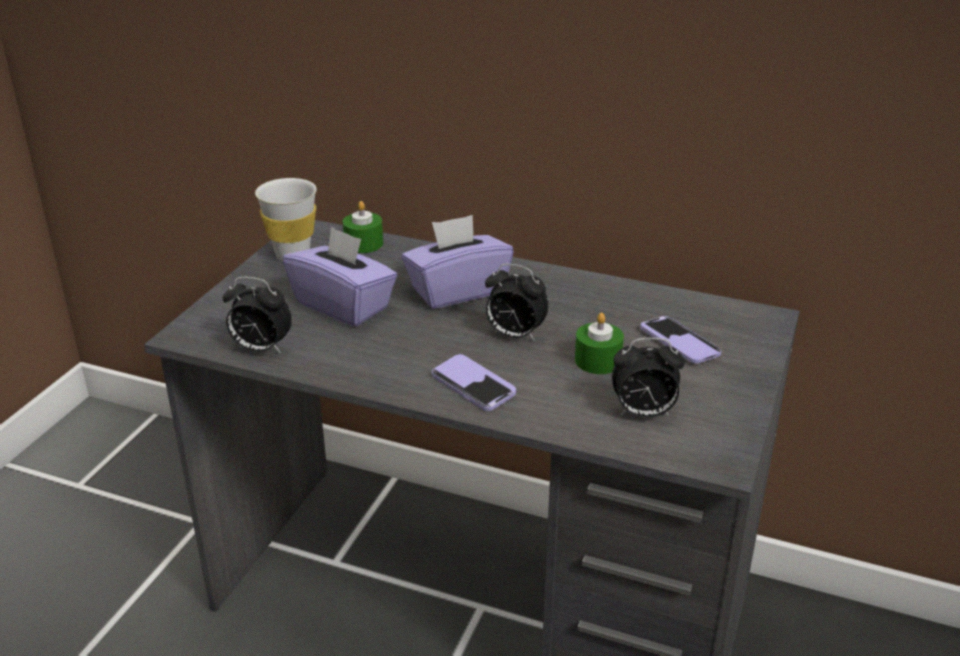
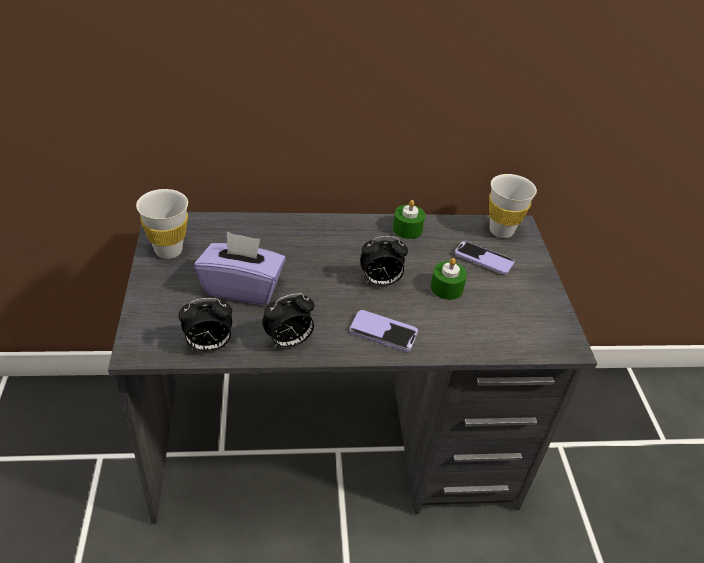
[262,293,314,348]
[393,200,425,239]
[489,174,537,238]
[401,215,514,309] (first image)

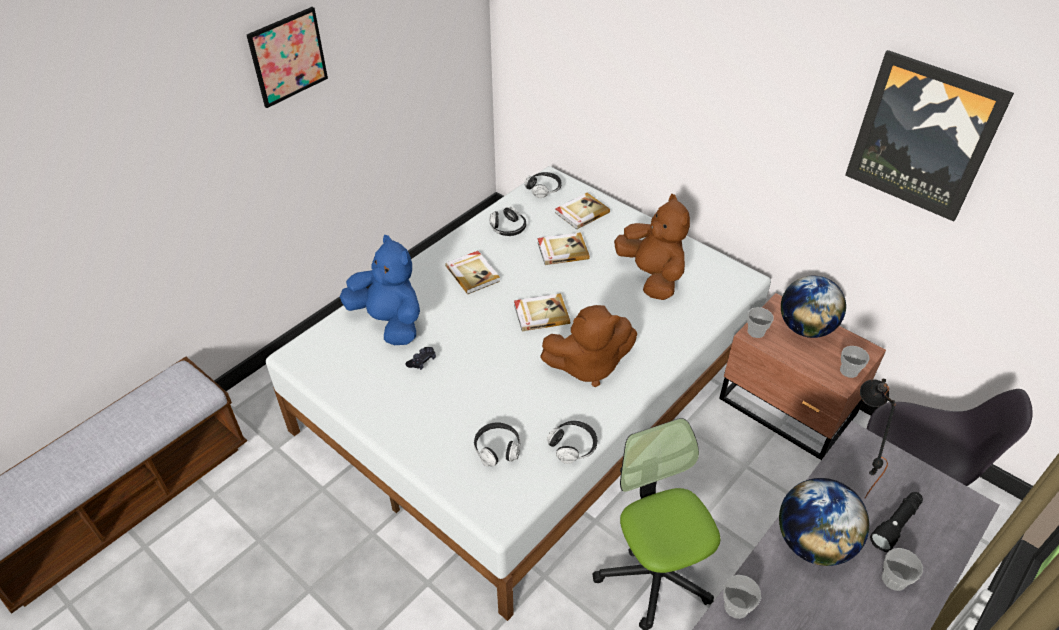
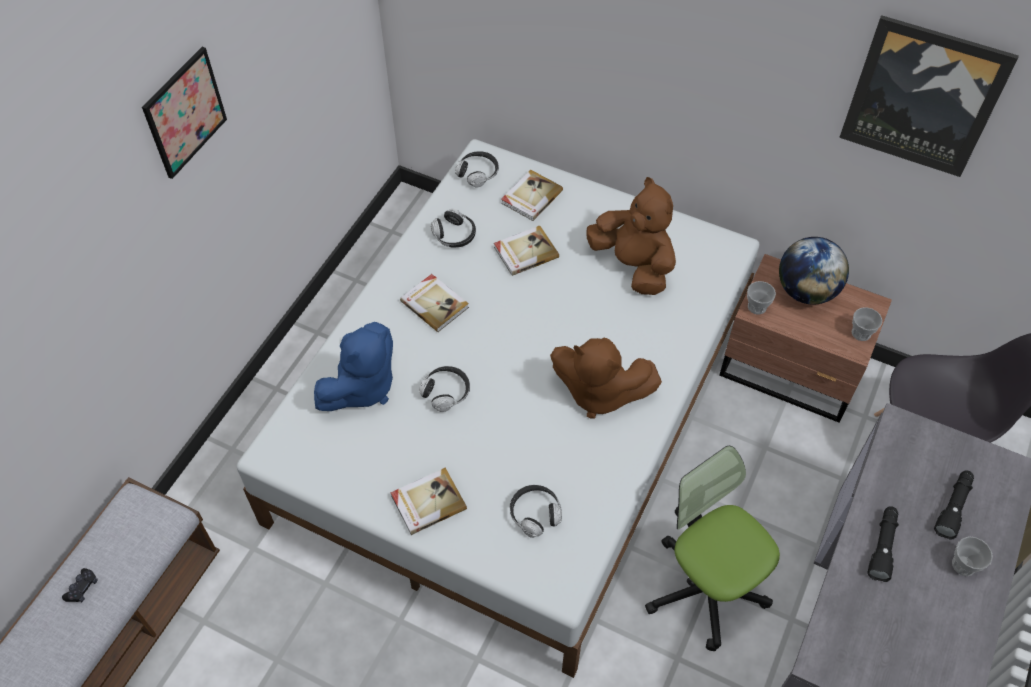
[62,568,98,602]
[314,322,393,411]
[391,468,467,535]
[419,366,470,412]
[550,338,662,419]
[867,506,899,582]
[723,575,761,619] (first image)
[860,379,896,498] (first image)

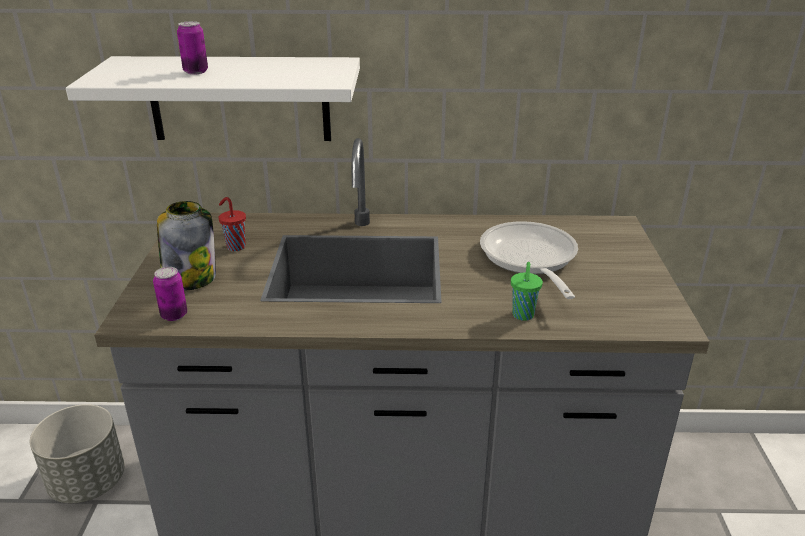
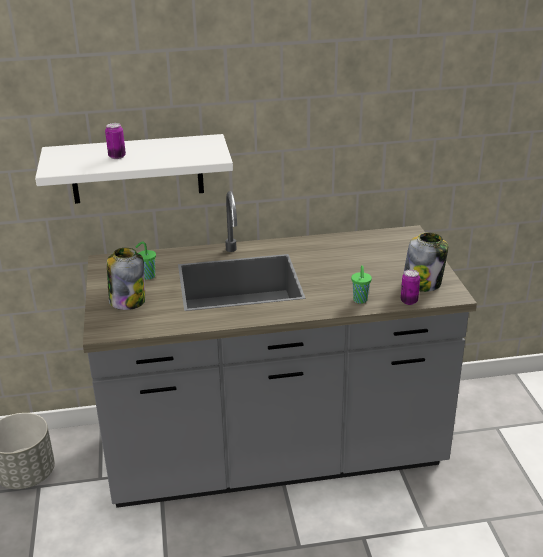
[136,242,156,280]
[401,269,420,305]
[403,232,448,292]
[480,221,578,299] (first image)

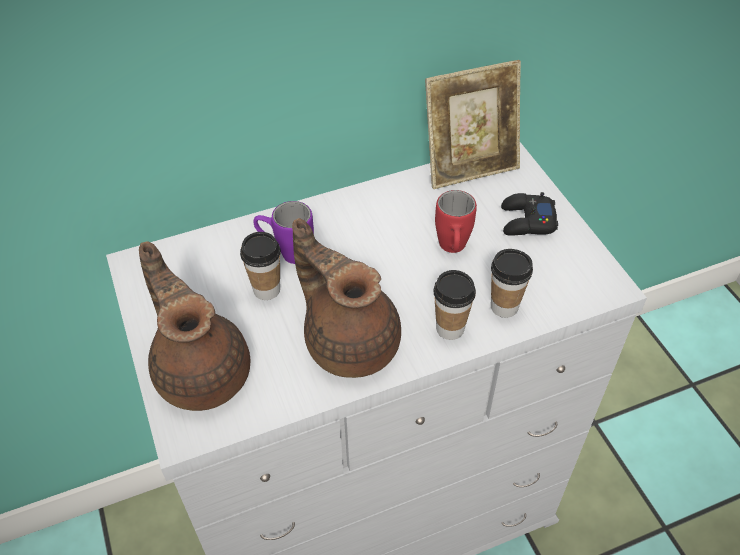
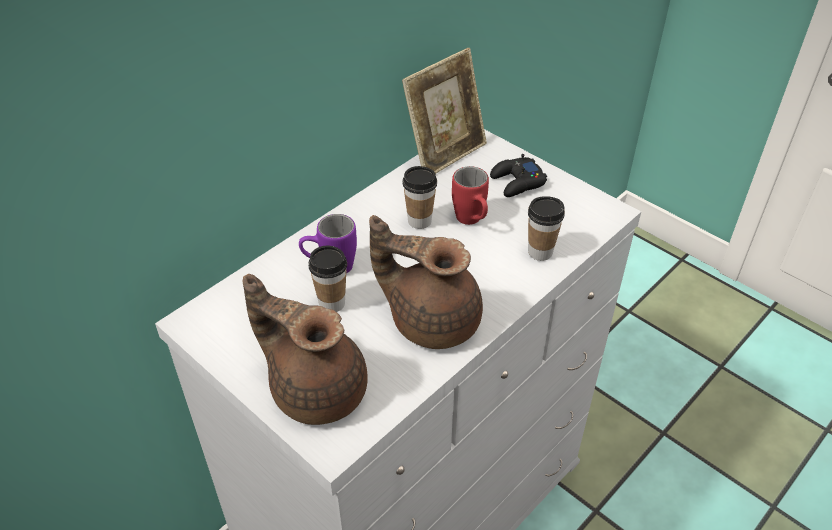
[403,166,437,229]

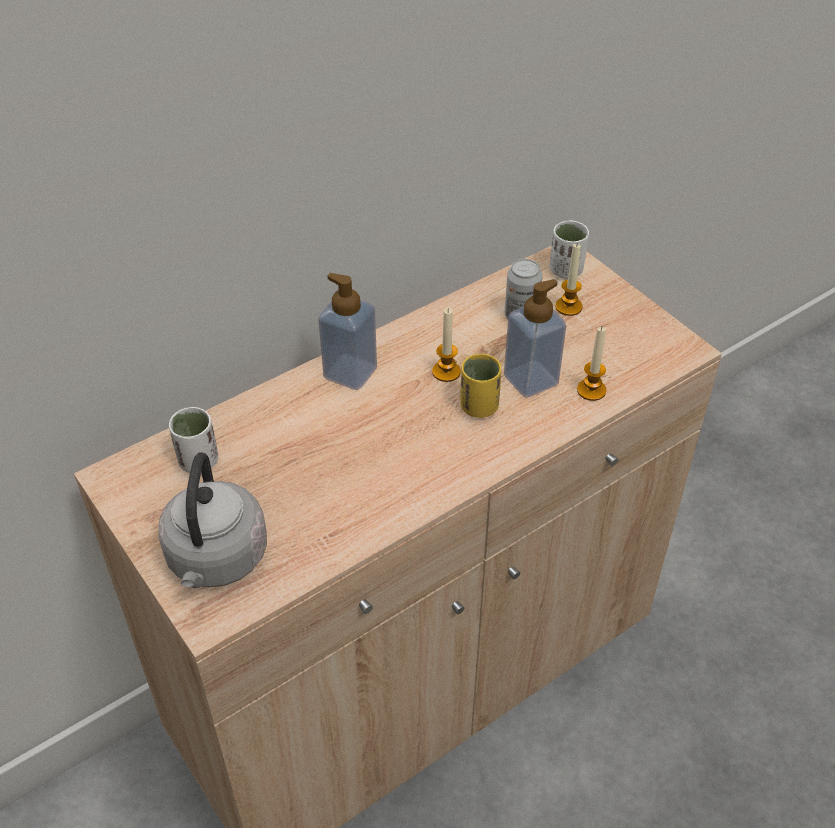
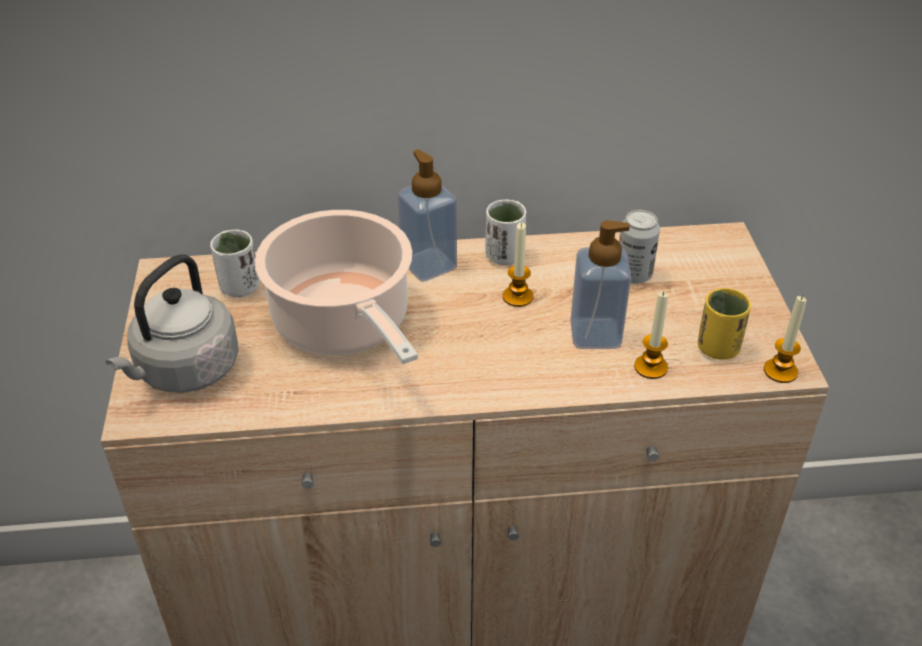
[255,210,418,364]
[485,200,526,265]
[698,288,751,360]
[764,295,807,383]

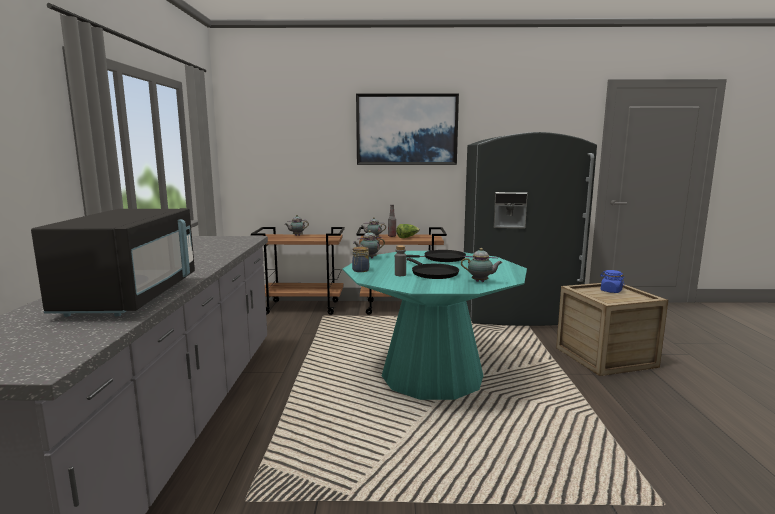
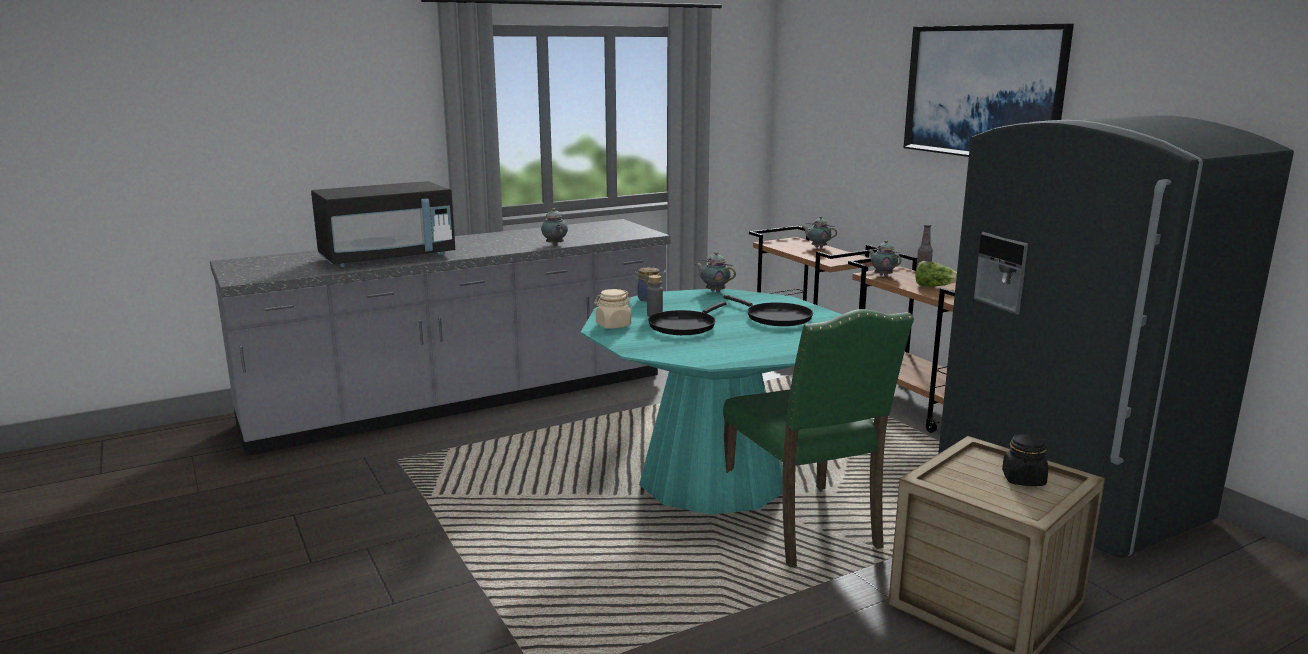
[541,208,568,246]
[594,289,632,329]
[723,309,914,568]
[1002,434,1048,486]

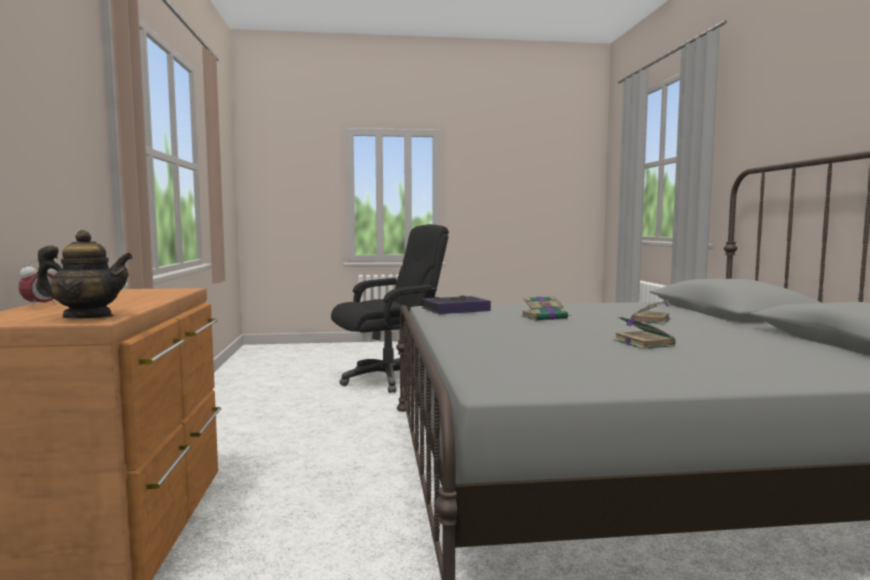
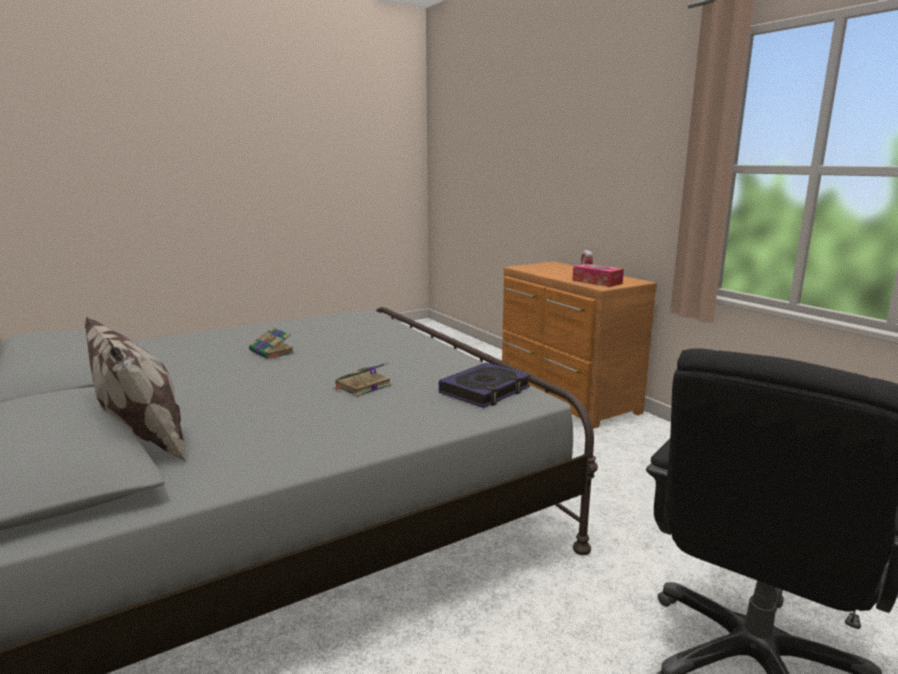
[85,317,187,463]
[572,264,624,287]
[36,230,133,318] (first image)
[631,299,671,325] (first image)

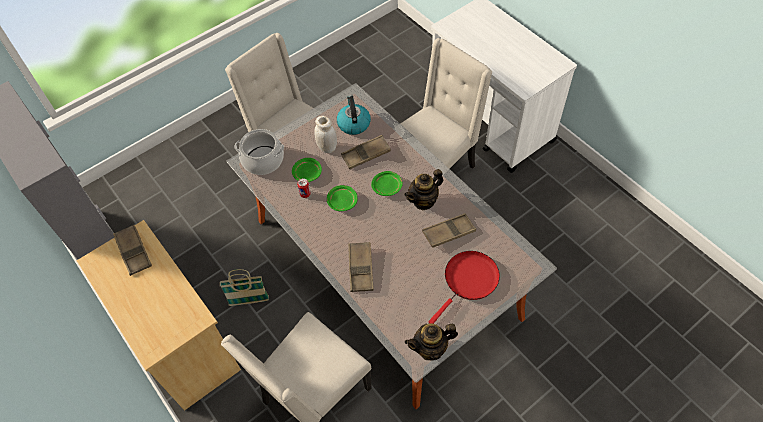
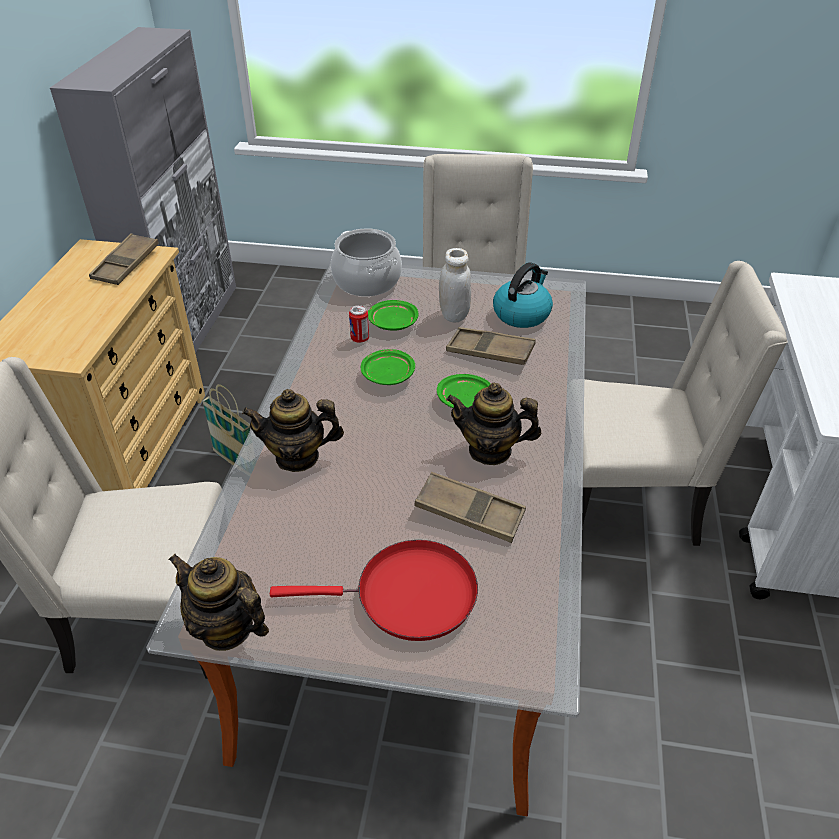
[242,389,344,472]

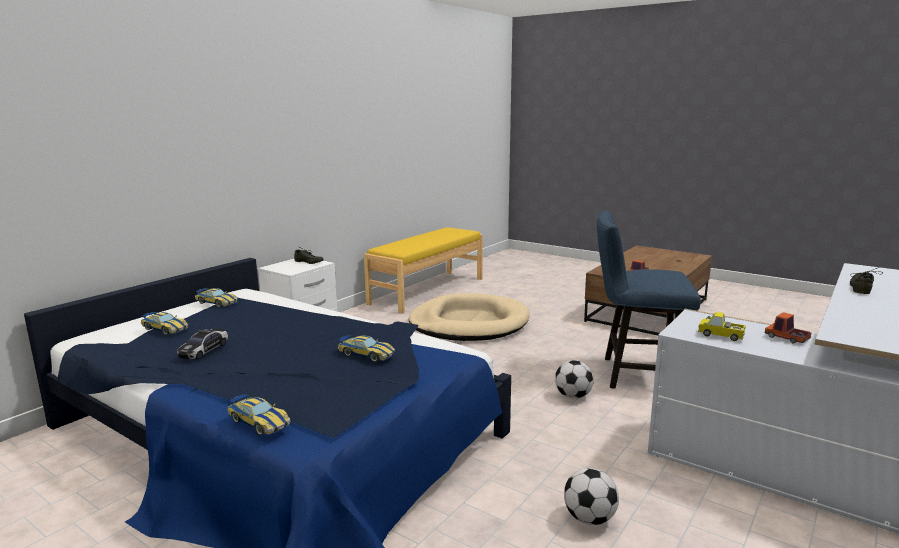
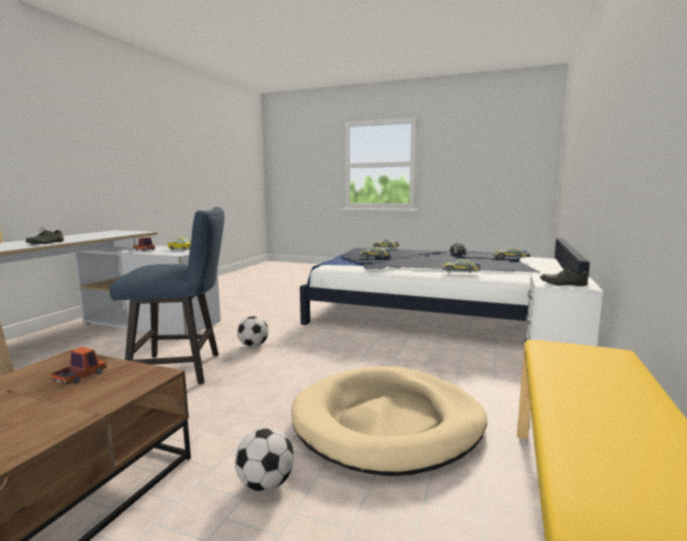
[235,428,294,492]
[441,259,480,273]

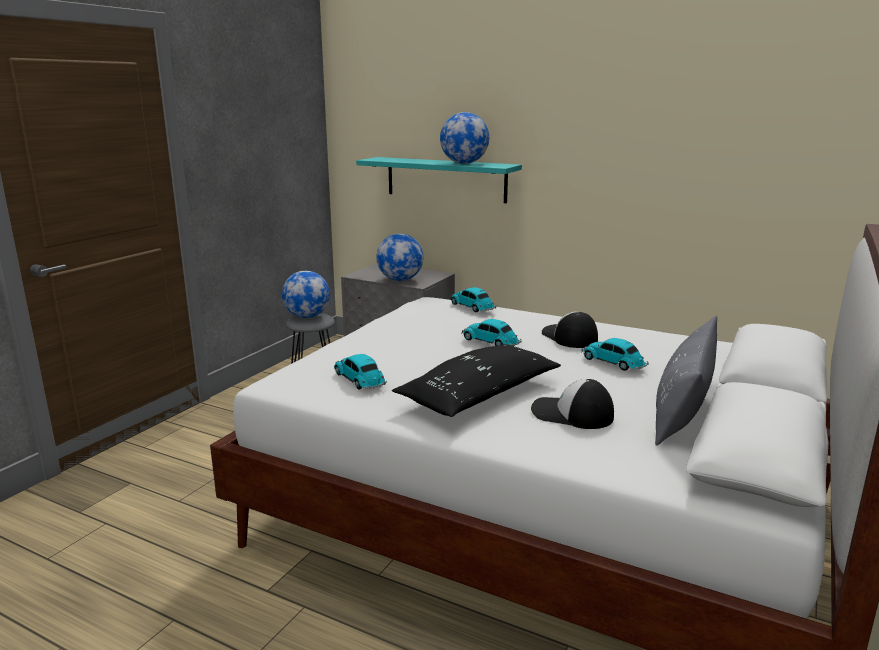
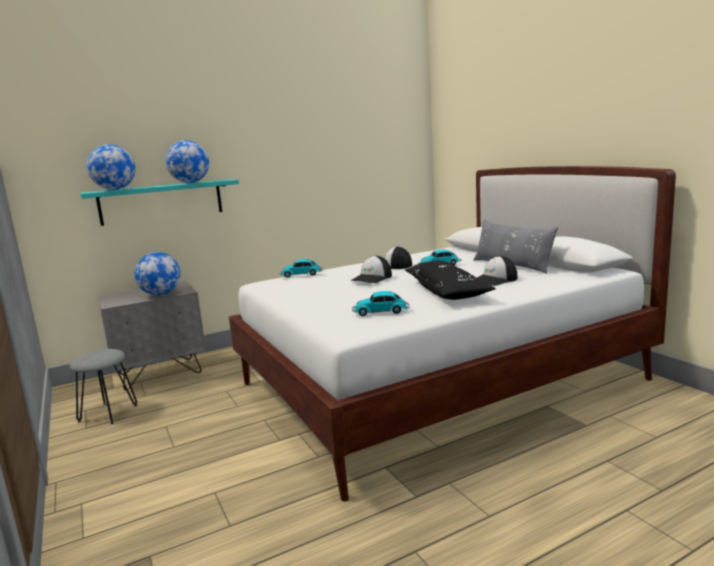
[87,144,135,190]
[351,255,392,283]

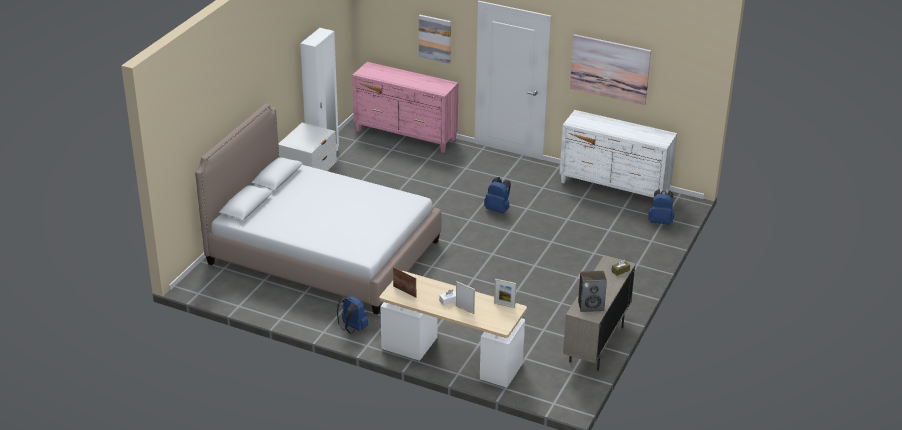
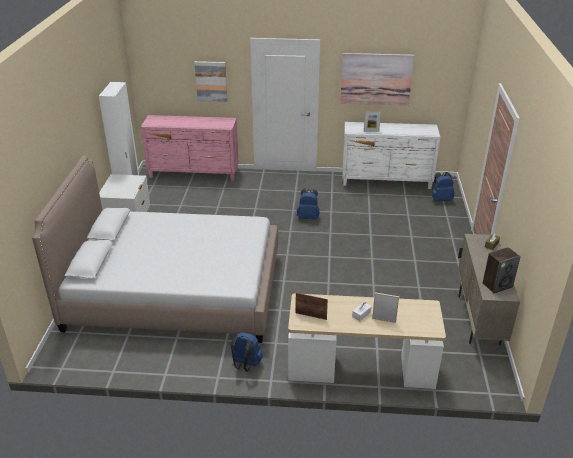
[364,111,381,132]

